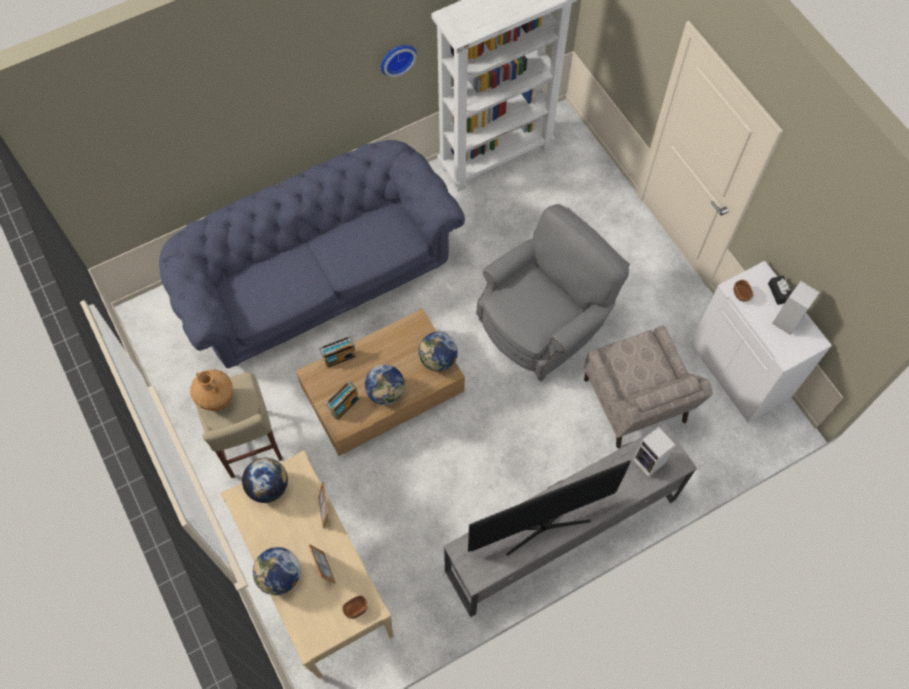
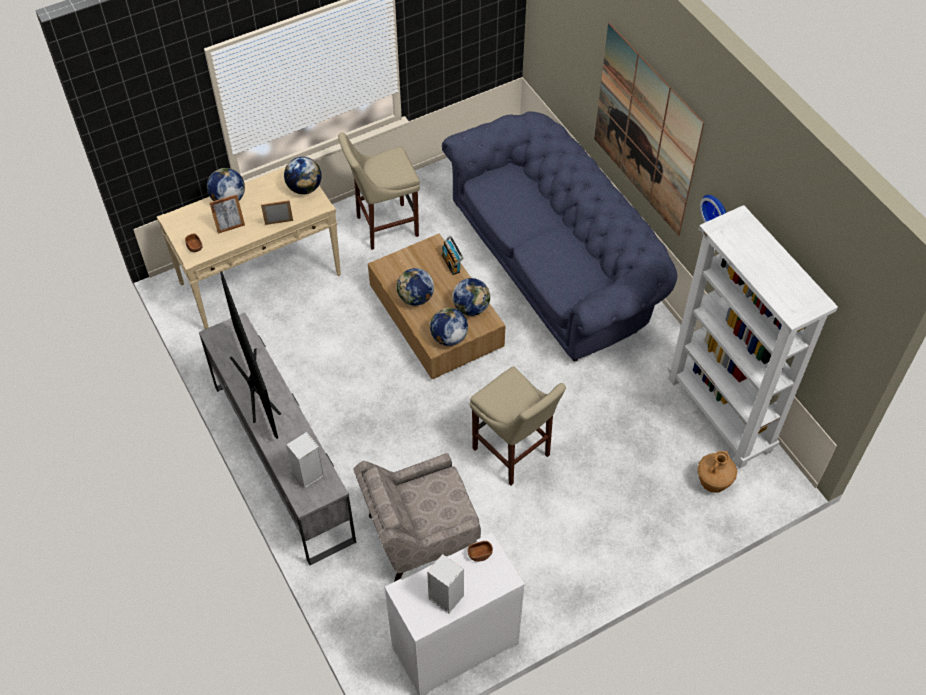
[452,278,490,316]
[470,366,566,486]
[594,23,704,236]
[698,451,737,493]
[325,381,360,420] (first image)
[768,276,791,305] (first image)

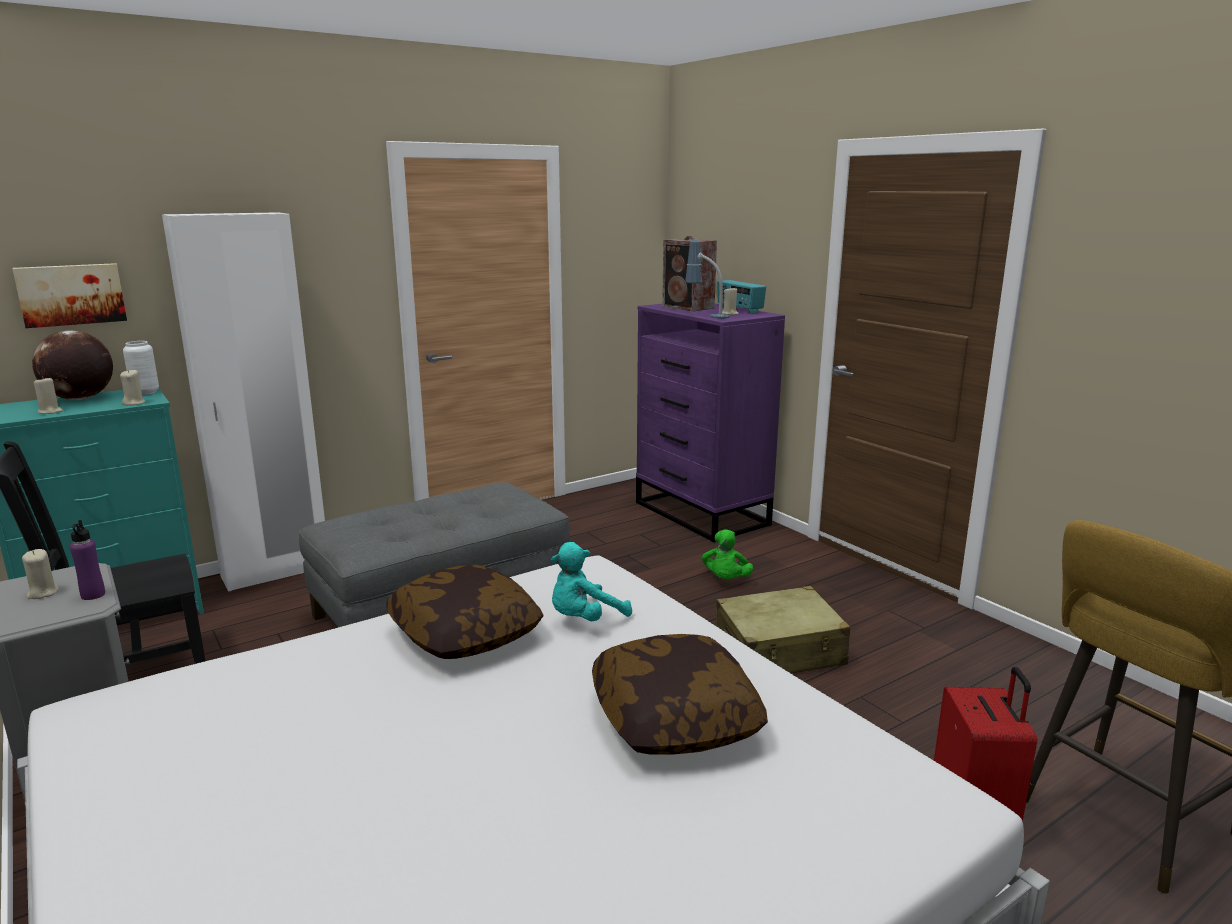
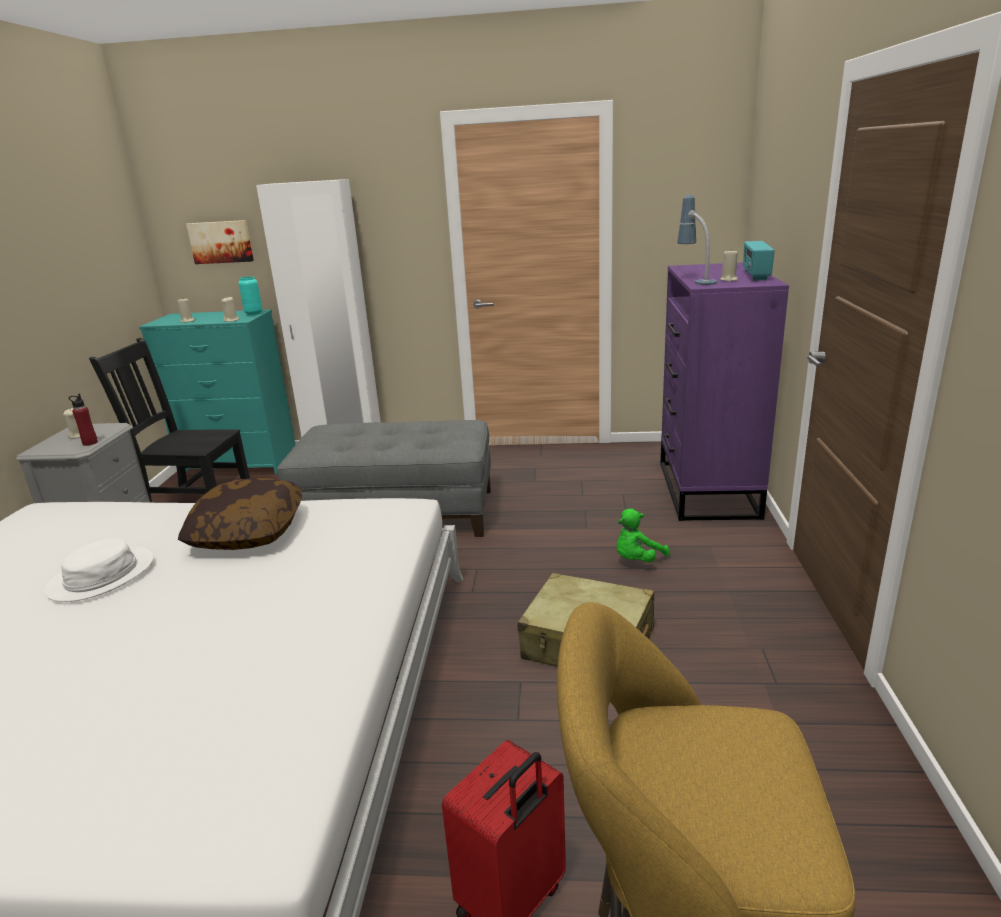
[44,538,154,602]
[69,394,98,446]
[238,276,263,315]
[32,330,113,400] (first image)
[551,542,632,621] (first image)
[592,634,768,754] (first image)
[662,236,717,312] (first image)

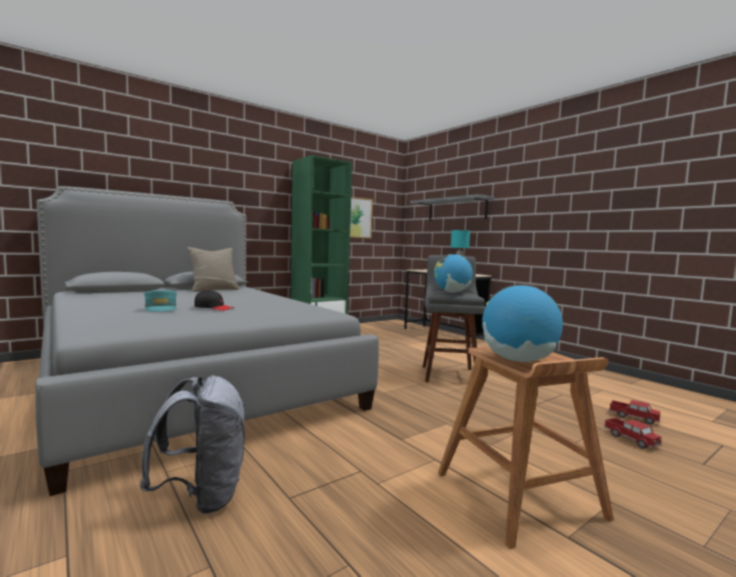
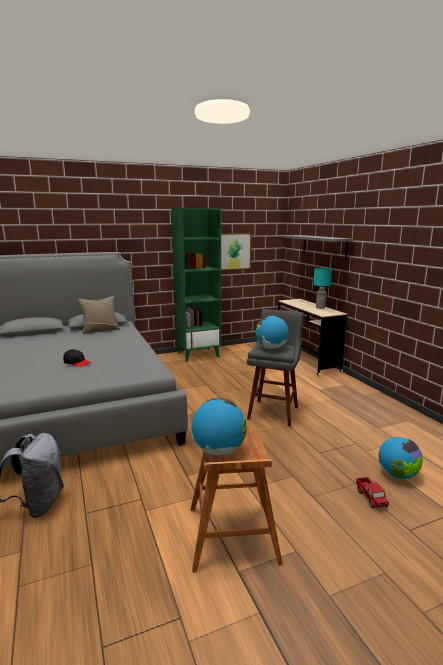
[379,437,423,479]
[144,290,177,312] (first image)

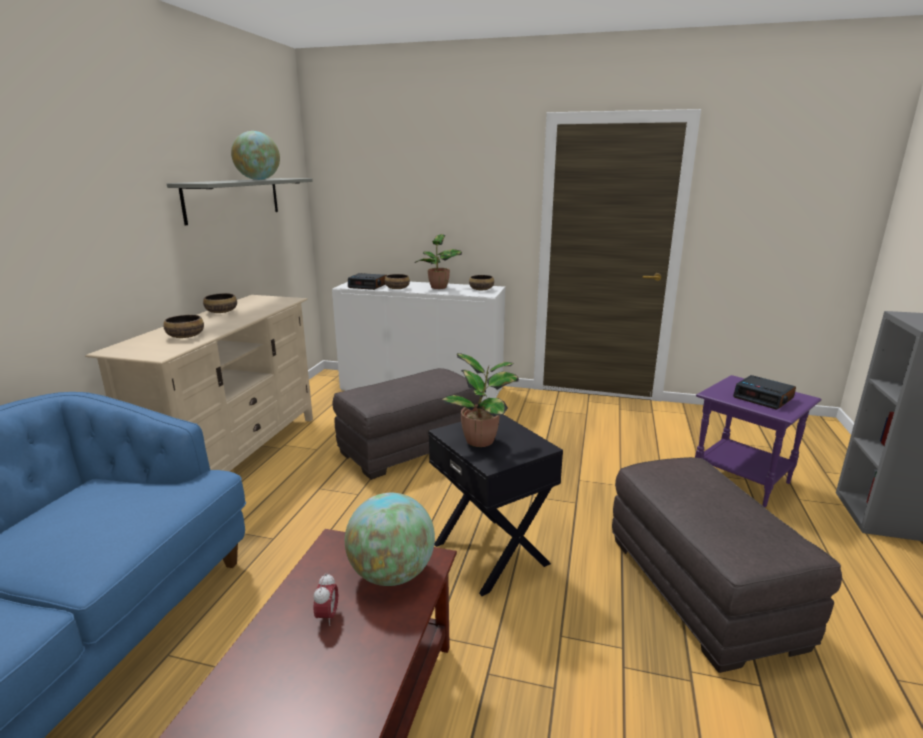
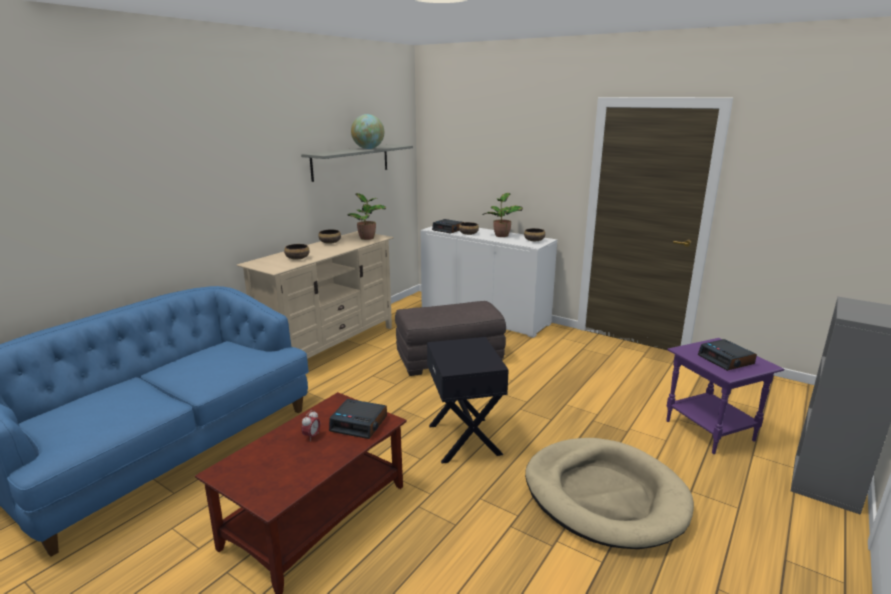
[329,399,387,439]
[347,193,387,240]
[525,438,694,549]

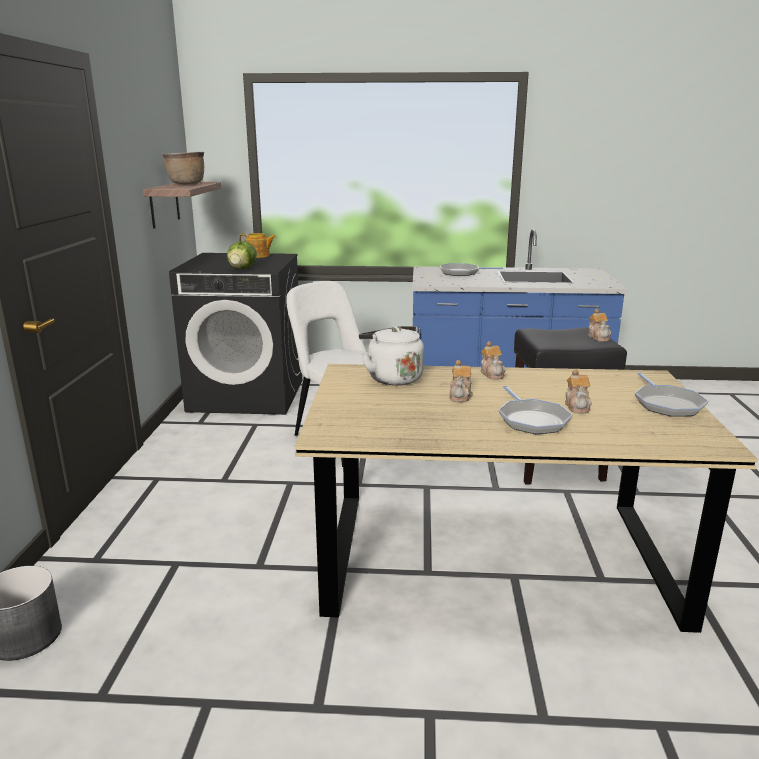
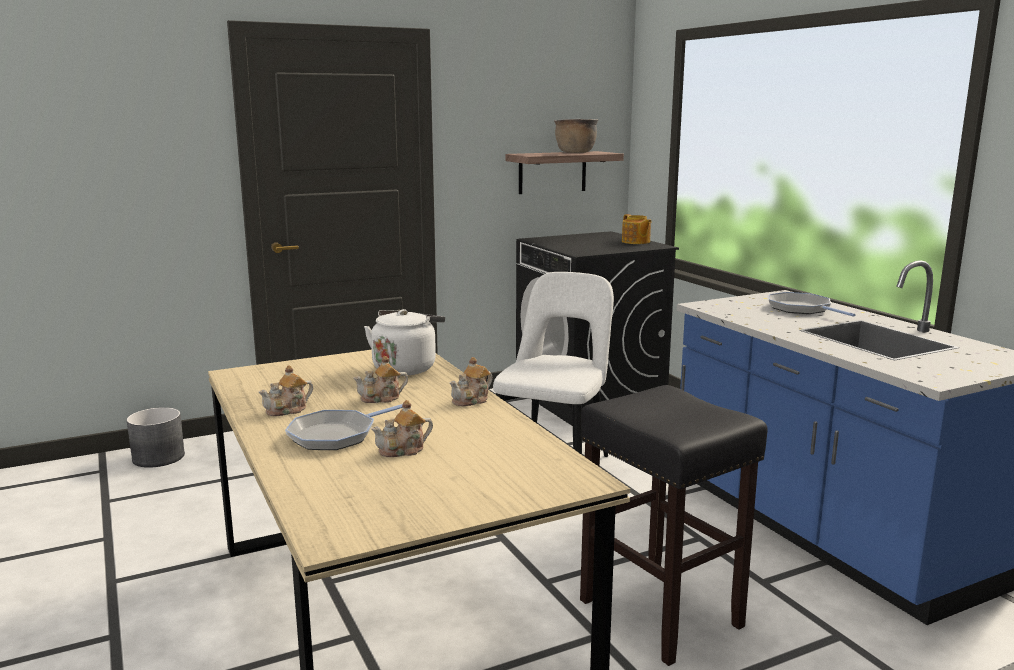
[258,365,313,416]
[227,241,257,269] (first image)
[635,372,708,417] (first image)

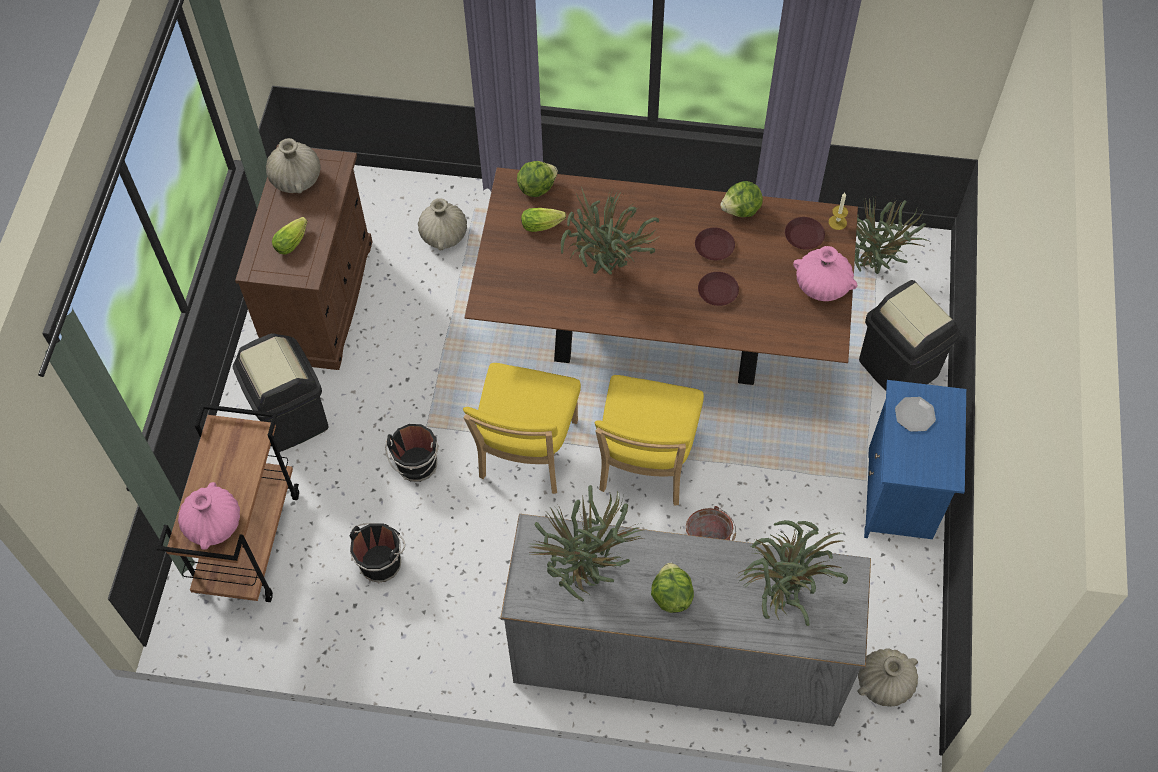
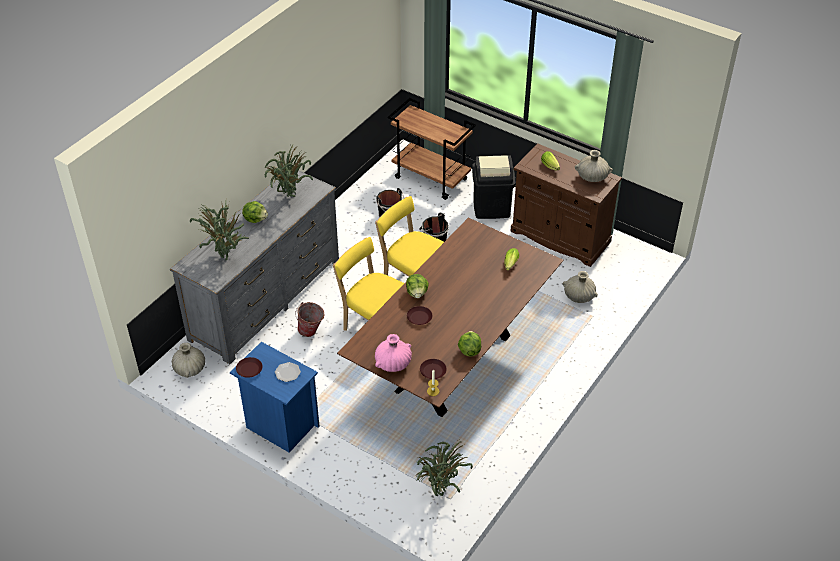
[236,357,263,378]
[406,274,429,298]
[178,482,240,550] (first image)
[561,187,661,274] (first image)
[859,280,960,391] (first image)

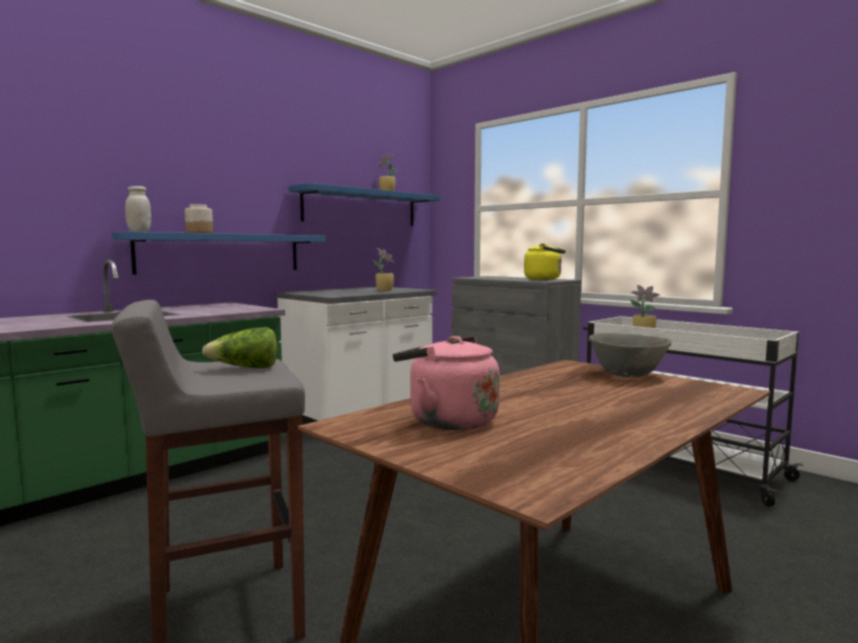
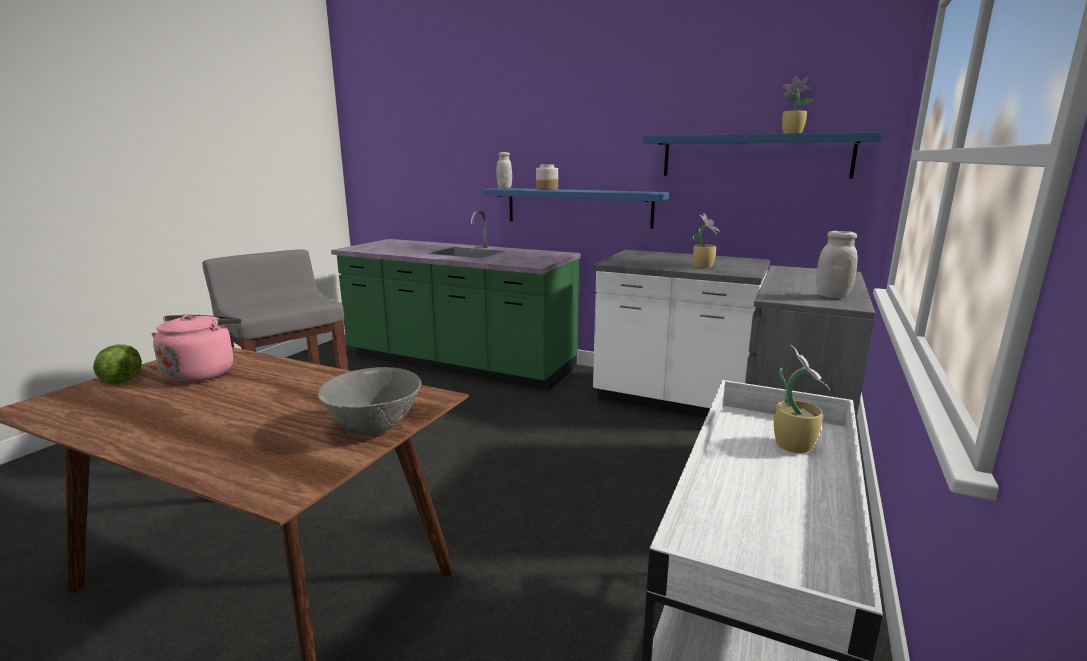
[93,344,142,384]
[816,231,857,298]

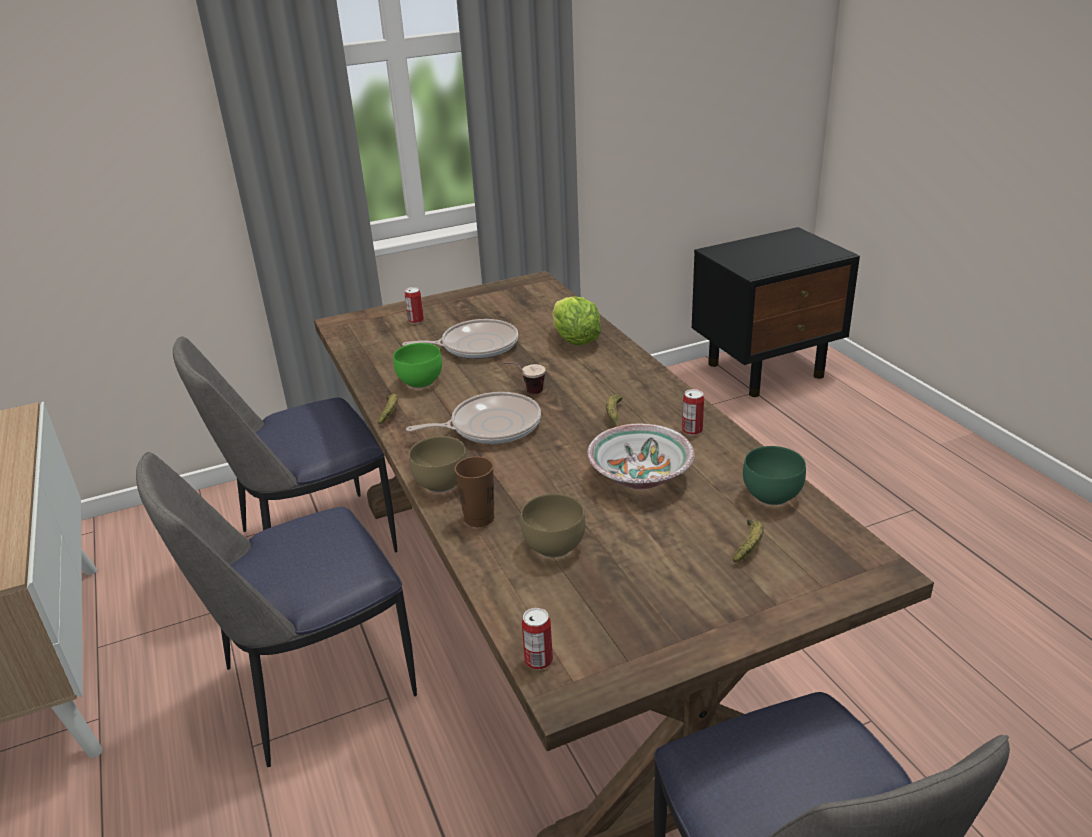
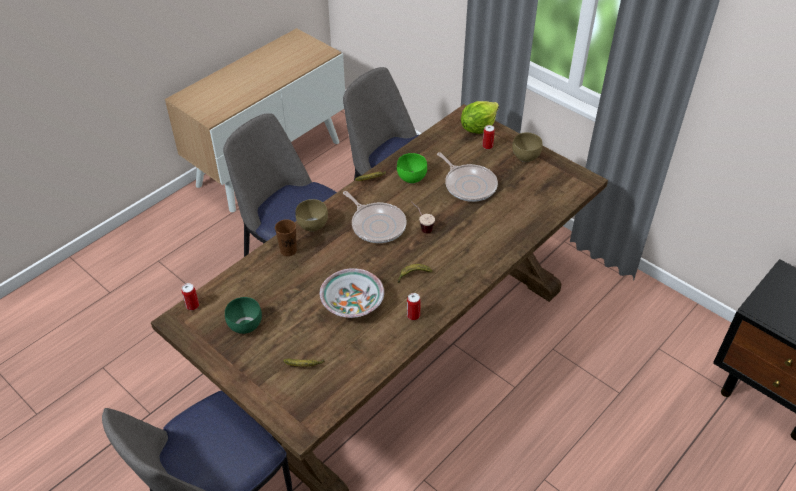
[225,297,262,334]
[461,101,499,134]
[512,132,543,162]

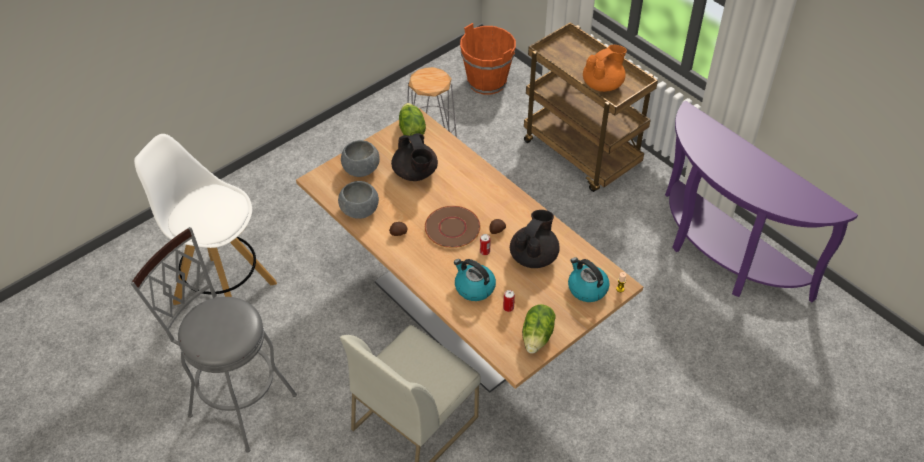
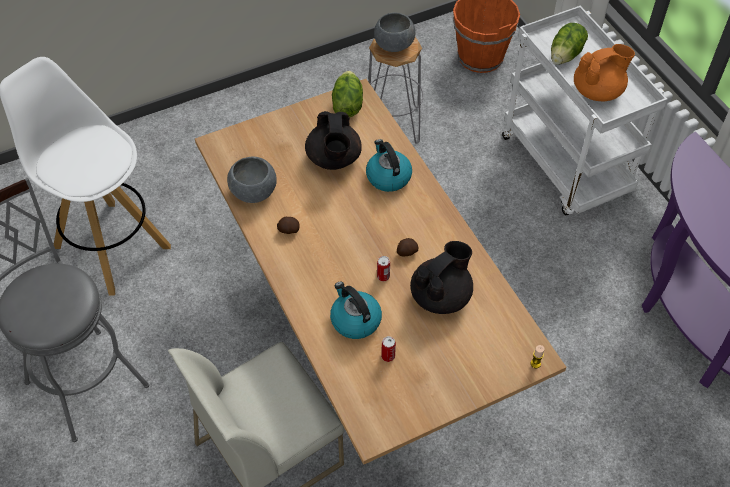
[366,139,412,192]
[374,13,416,52]
[502,6,668,215]
[551,23,588,65]
[425,206,480,248] (first image)

